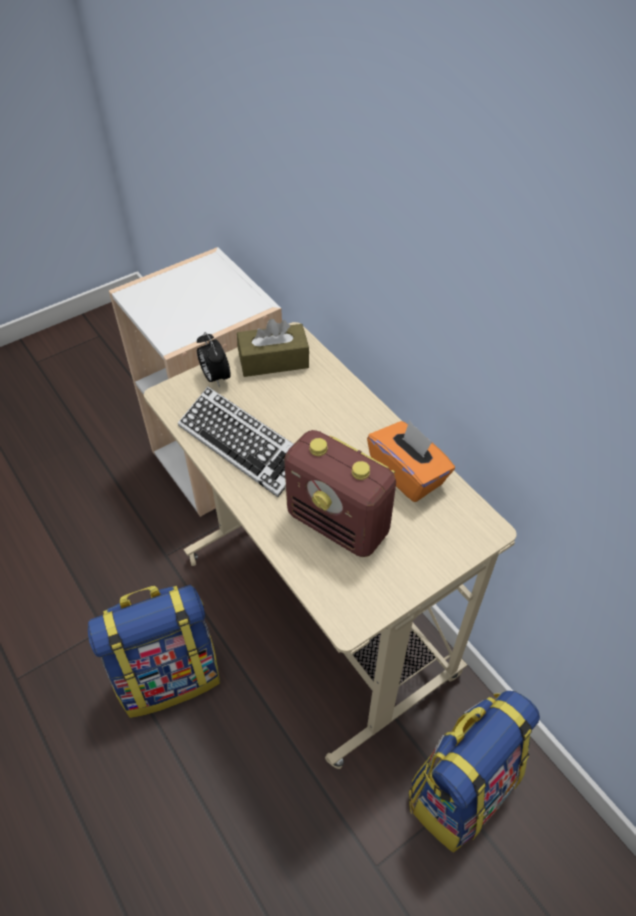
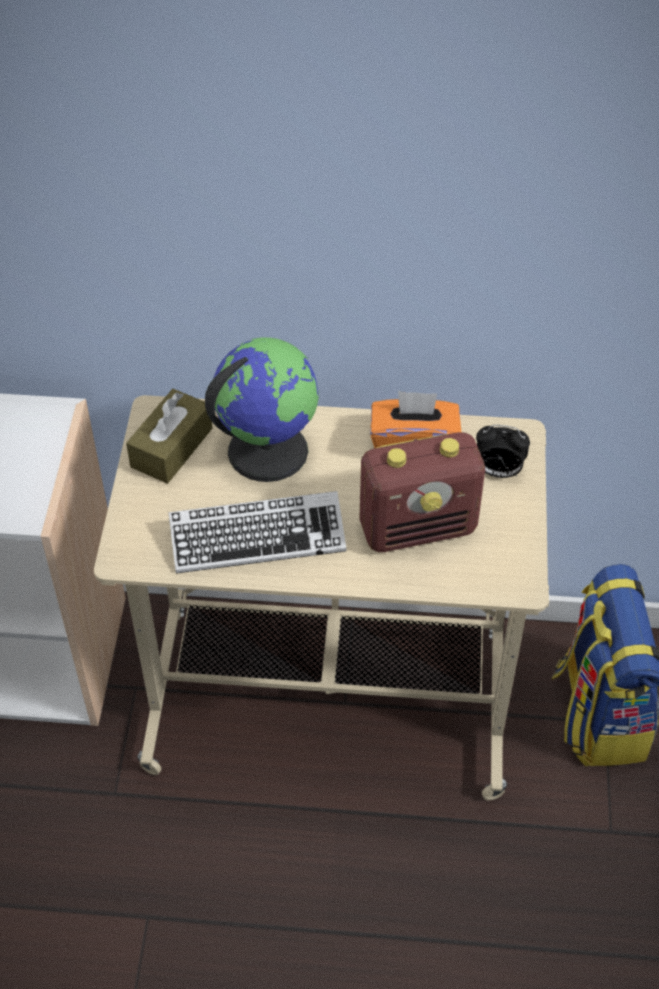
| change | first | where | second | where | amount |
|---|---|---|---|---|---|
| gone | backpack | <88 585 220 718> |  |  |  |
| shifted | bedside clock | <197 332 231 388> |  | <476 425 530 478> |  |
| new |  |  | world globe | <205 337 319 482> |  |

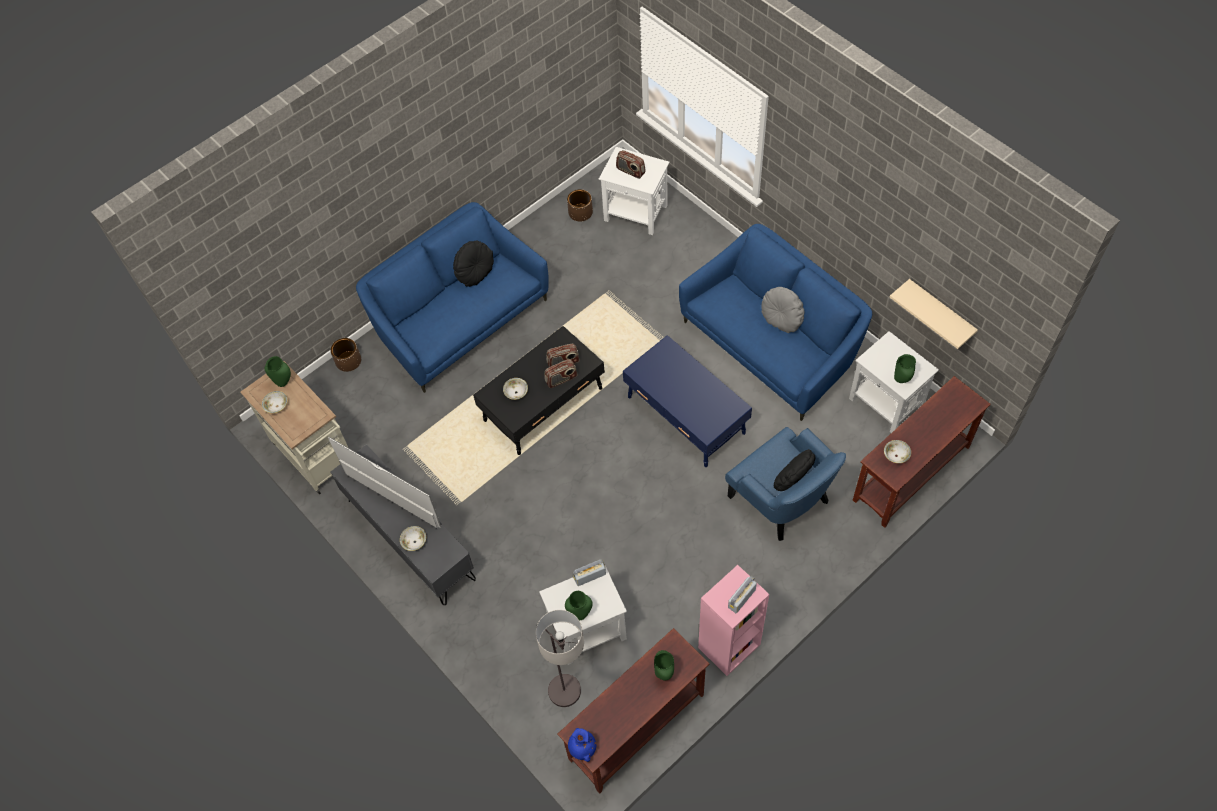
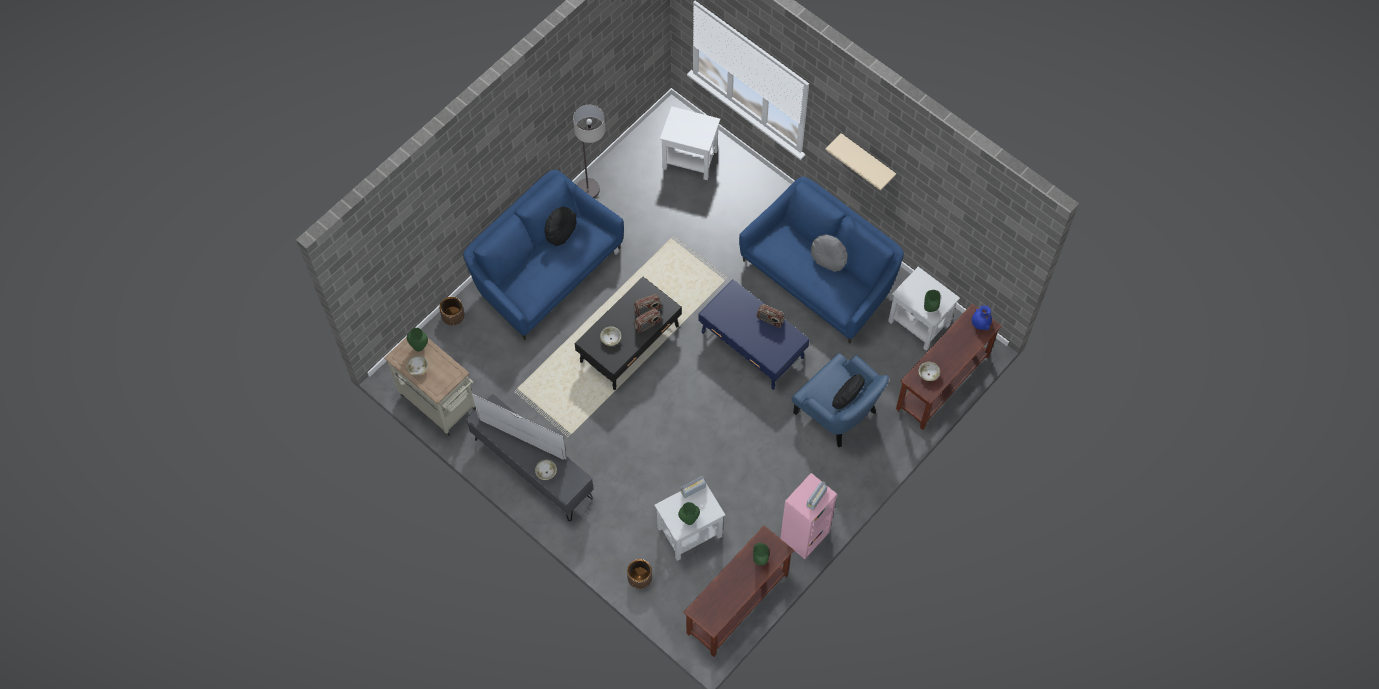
| change | first | where | second | where | amount |
|---|---|---|---|---|---|
| shifted | floor lamp in grey | <536 610 584 707> |  | <573 105 605 198> |  |
| shifted | planter in brownish | <567 189 593 221> |  | <627 559 652 589> |  |
| shifted | vase in bluish | <568 728 596 762> |  | <972 305 992 330> |  |
| shifted | radio set | <616 150 646 179> |  | <757 304 784 328> |  |
| shifted | shelf in beige-coloured | <890 279 978 349> |  | <826 133 896 191> |  |

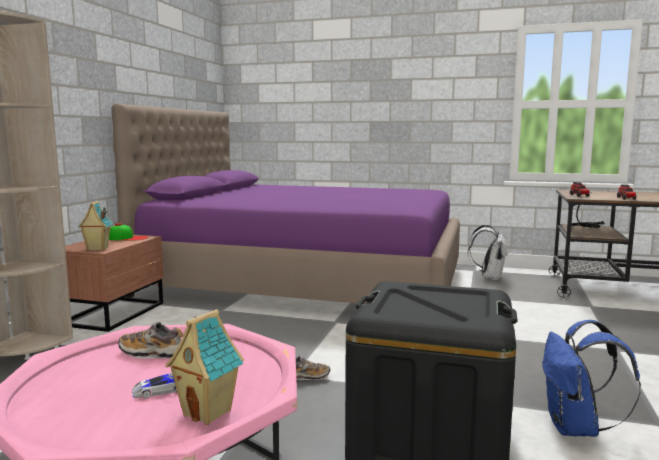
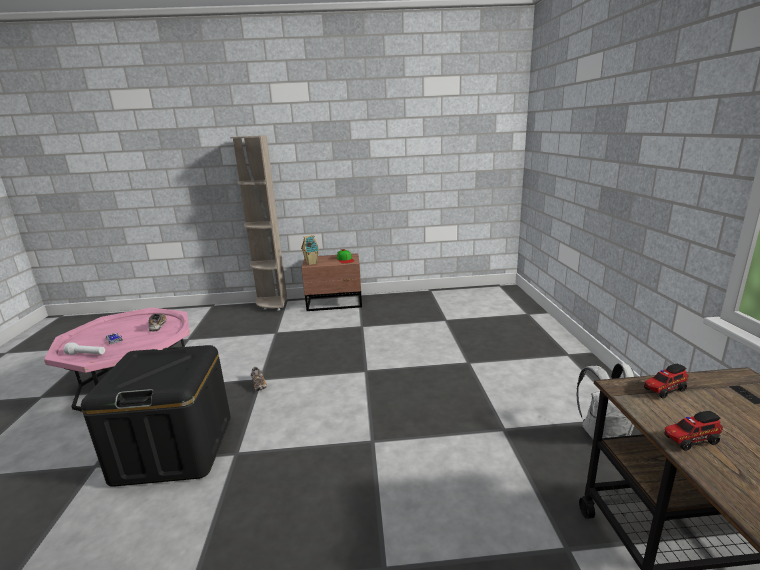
| change | first | where | second | where | amount |
|---|---|---|---|---|---|
| gone | bed in purple | <111 103 460 304> |  |  |  |
| swapped | model house | <166 309 244 425> | torch in white | <64 342 105 355> |  |
| gone | backpack in bluish | <542 320 641 437> |  |  |  |

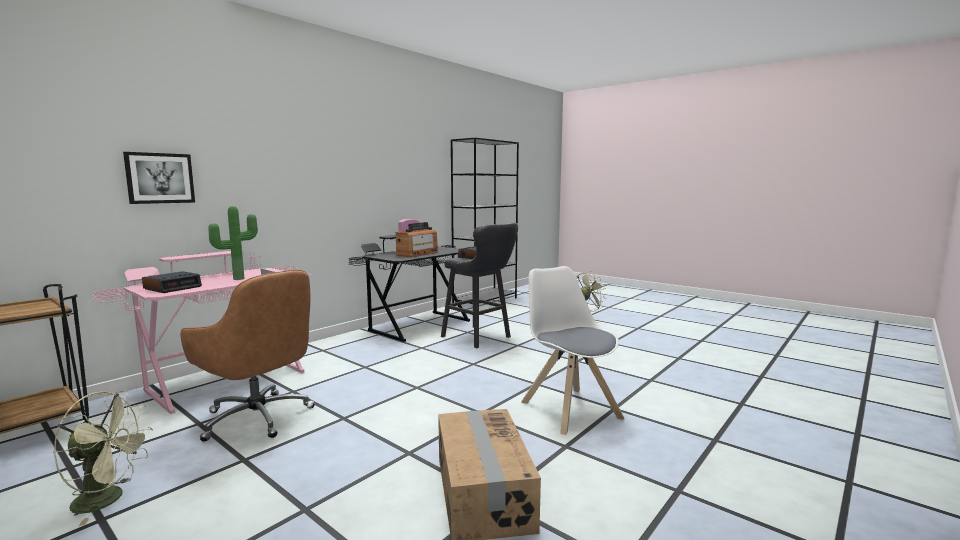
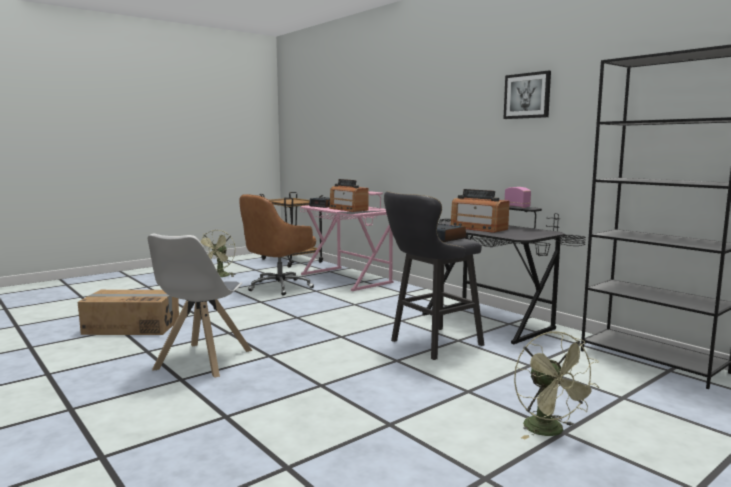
| change | first | where | second | where | amount |
|---|---|---|---|---|---|
| shifted | picture | <123 152 195 204> |  | <503 71 551 119> |  |
| swapped | houseplant | <208 206 258 280> | radio set | <329 179 369 212> |  |
| rotated | plain chair | <521 266 625 435> |  | <148 233 252 378> | 120 degrees clockwise |

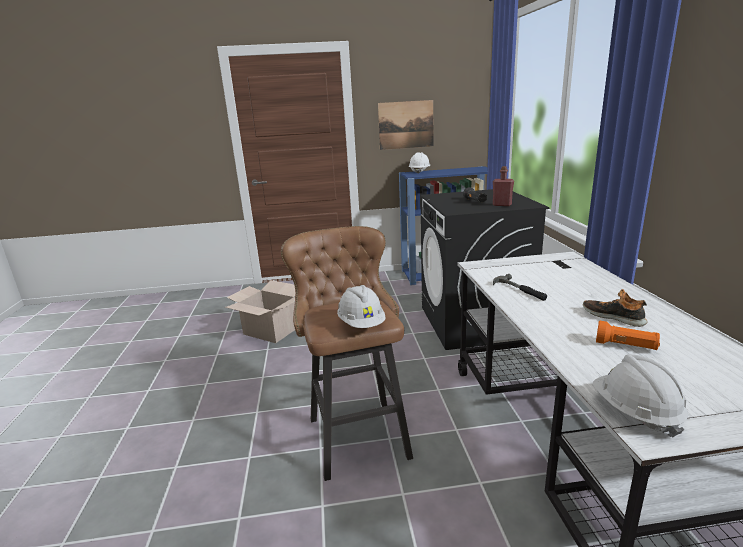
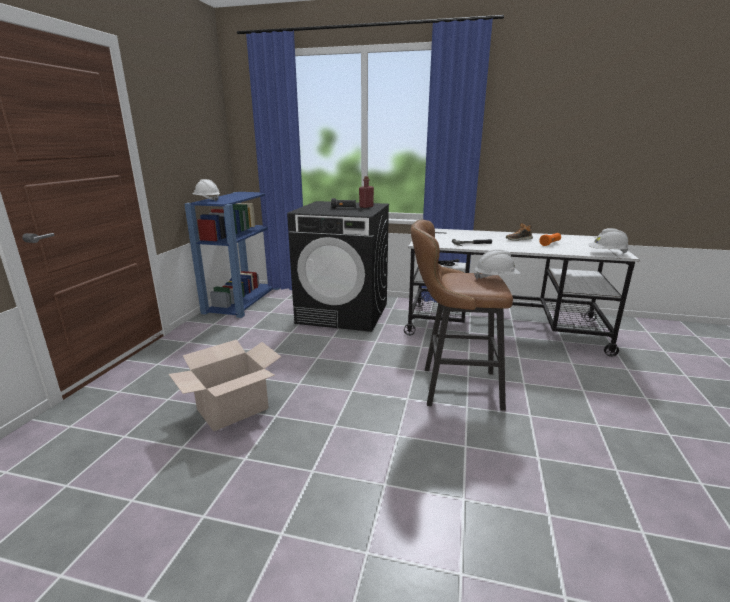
| change | first | where | second | where | amount |
|---|---|---|---|---|---|
| gone | picture | <378 100 433 150> |  |  |  |

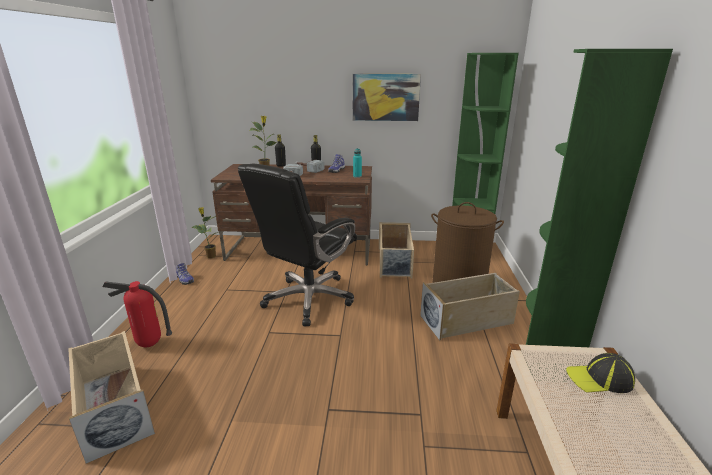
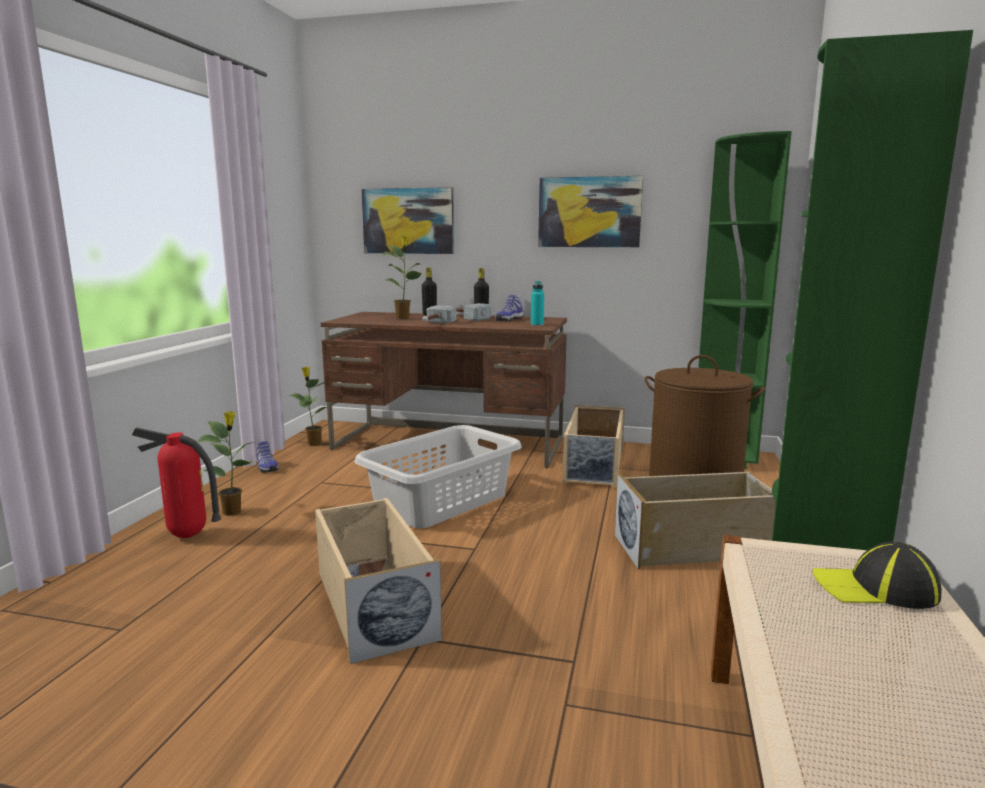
| change | first | where | second | where | amount |
|---|---|---|---|---|---|
| shifted | storage bin in beige-coloured | <68 331 155 464> |  | <315 498 442 664> |  |
| swapped | computer chair in black | <238 164 357 326> | washing basket in grey | <355 425 522 528> |  |
| new |  |  | houseplant | <197 411 254 516> |  |
| new |  |  | picture | <361 187 454 254> |  |

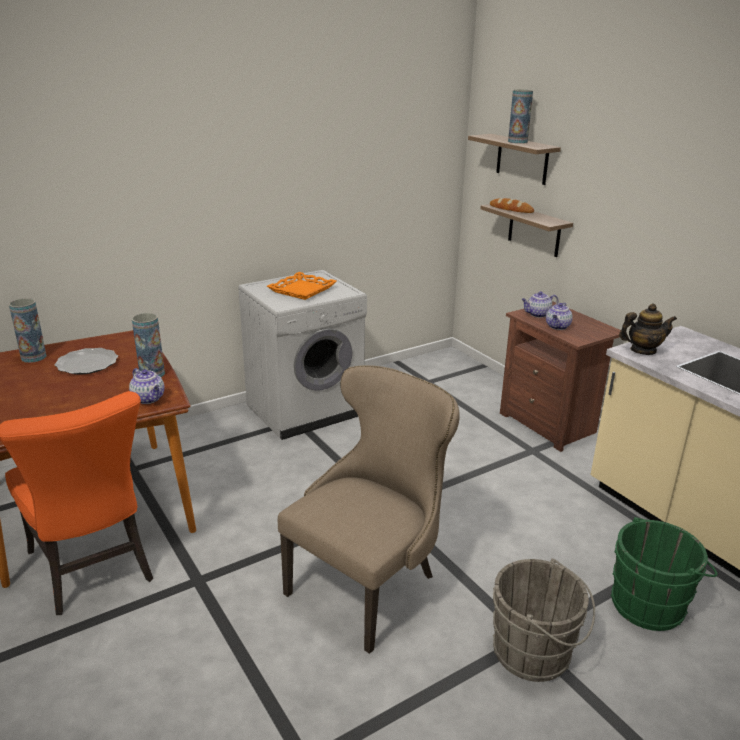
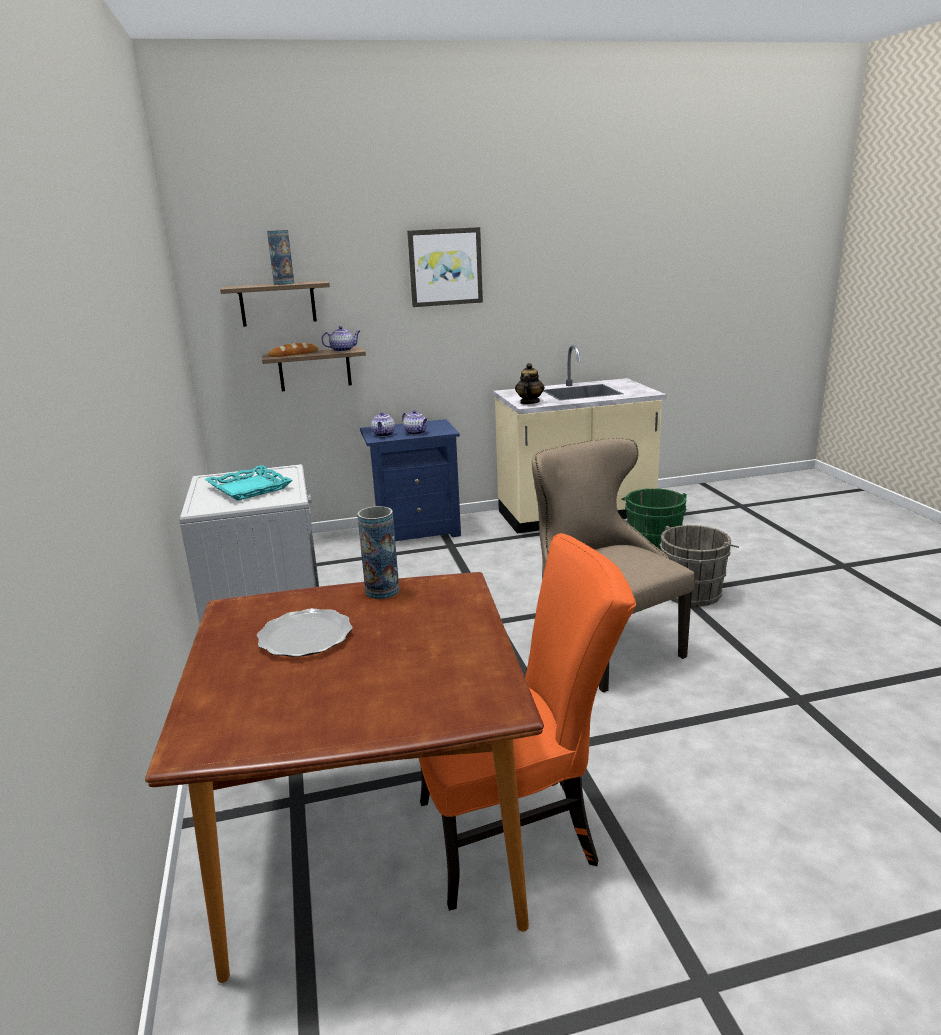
| change | first | where | second | where | amount |
|---|---|---|---|---|---|
| gone | vase | <9 298 46 363> |  |  |  |
| shifted | tea pot | <129 368 164 404> |  | <321 326 360 352> |  |
| repainted | tray in orange-coloured | <267 272 337 300> | tray in turquoise | <205 465 292 501> |  |
| repainted | nightstand in brownish | <500 301 621 452> | nightstand in bluish | <360 419 461 541> |  |
| new |  |  | picture | <407 227 483 307> |  |

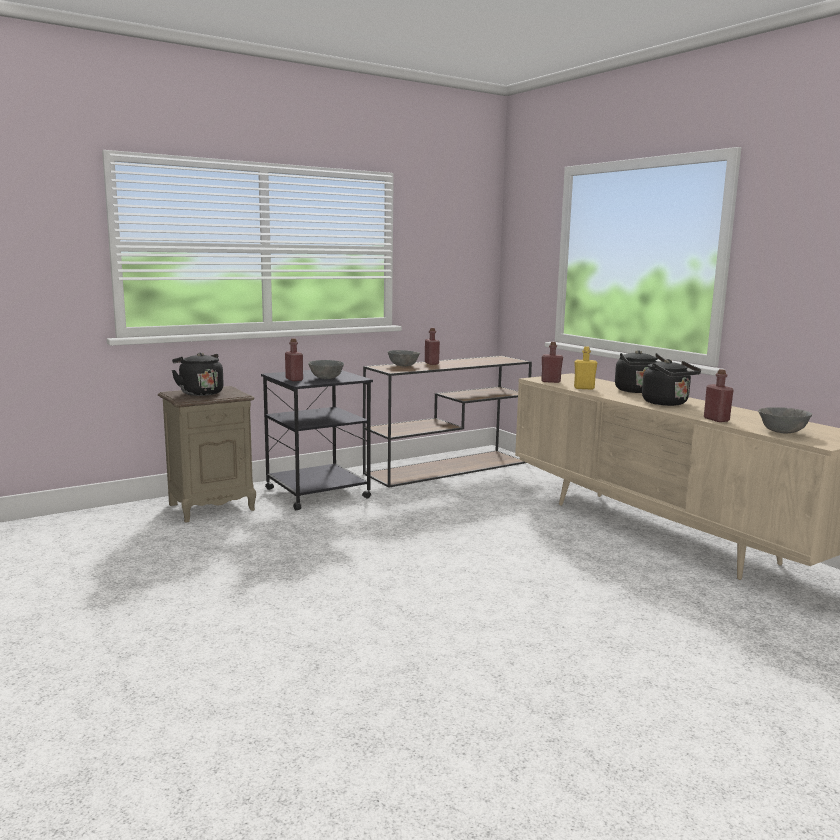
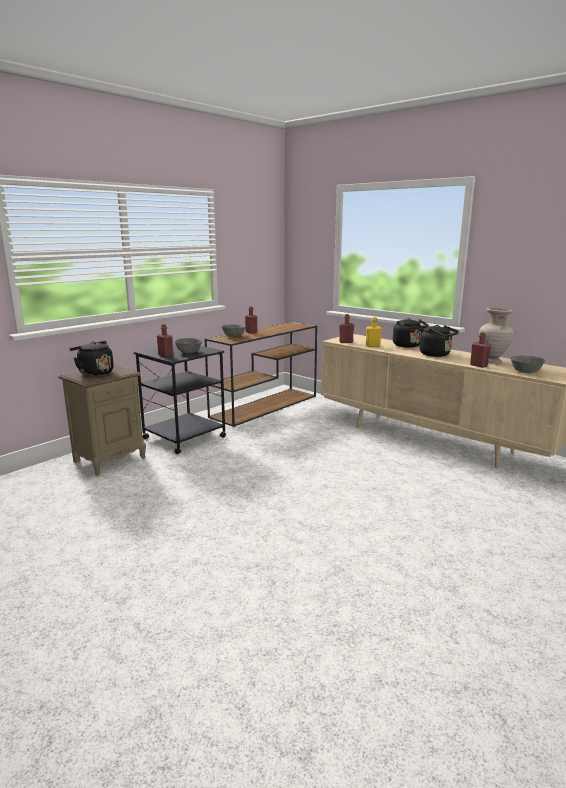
| change | first | where | second | where | amount |
|---|---|---|---|---|---|
| new |  |  | vase in beige-coloured | <479 308 514 363> |  |

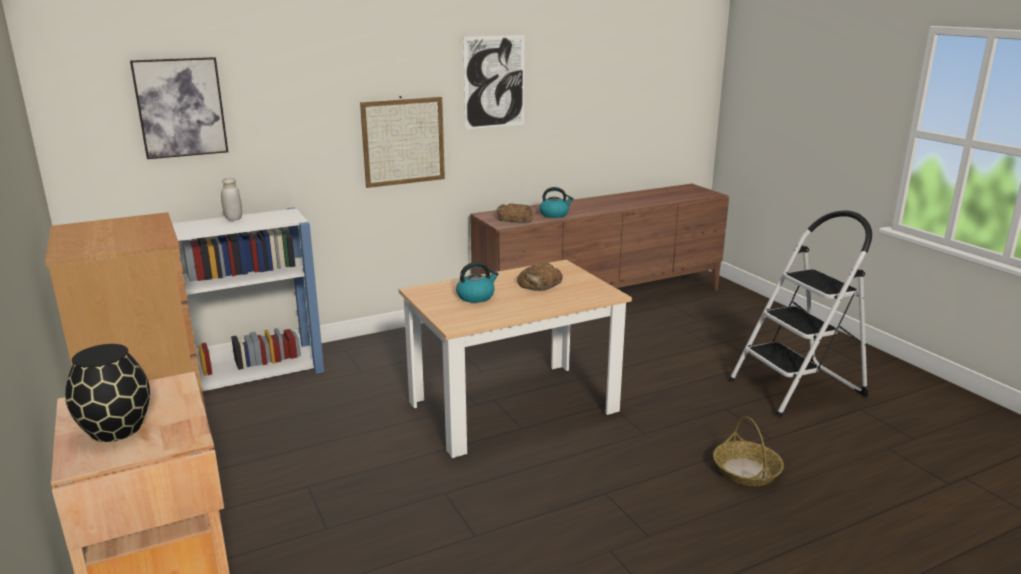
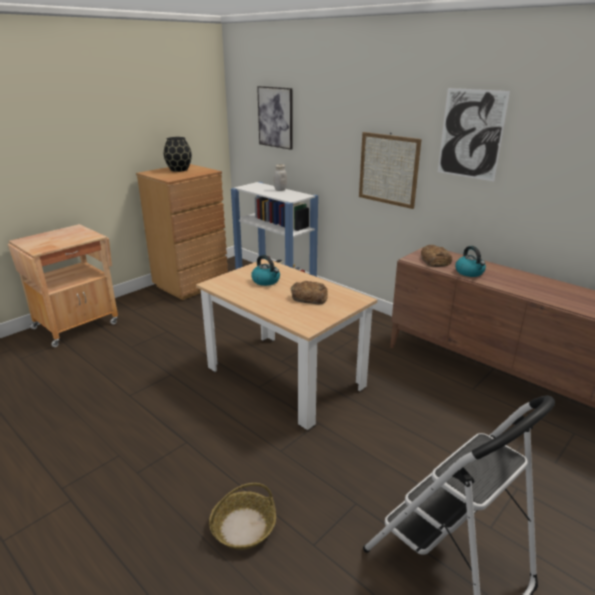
| change | first | where | second | where | amount |
|---|---|---|---|---|---|
| shifted | vase in black | <65 344 150 442> |  | <164 137 192 172> |  |

